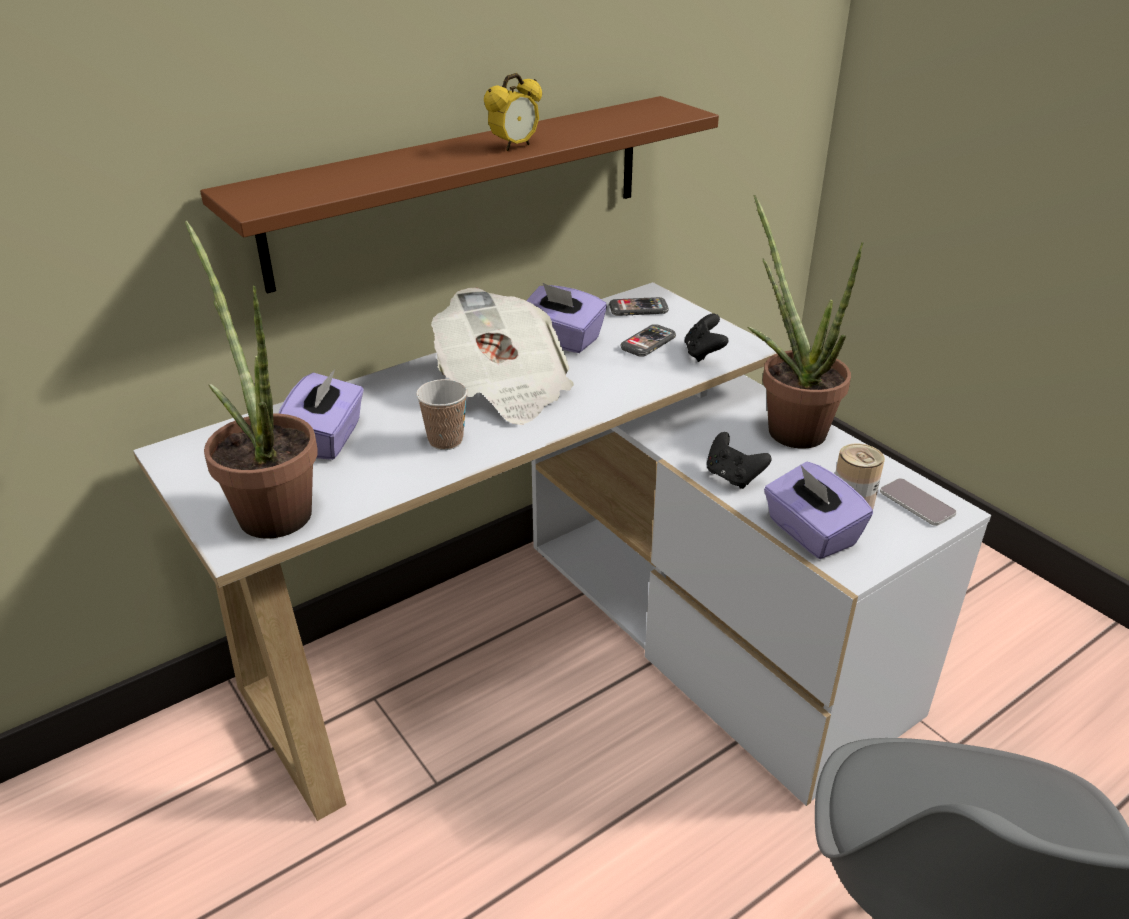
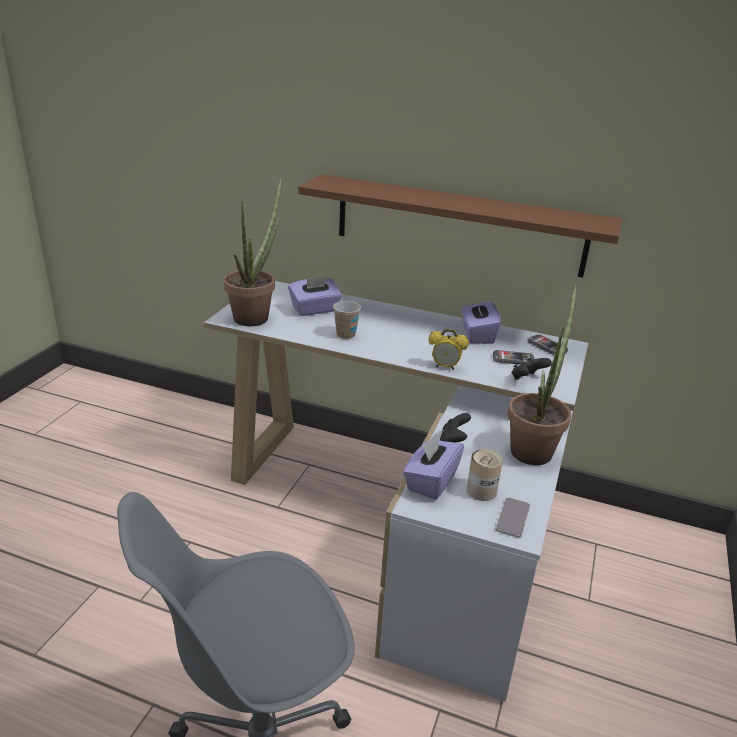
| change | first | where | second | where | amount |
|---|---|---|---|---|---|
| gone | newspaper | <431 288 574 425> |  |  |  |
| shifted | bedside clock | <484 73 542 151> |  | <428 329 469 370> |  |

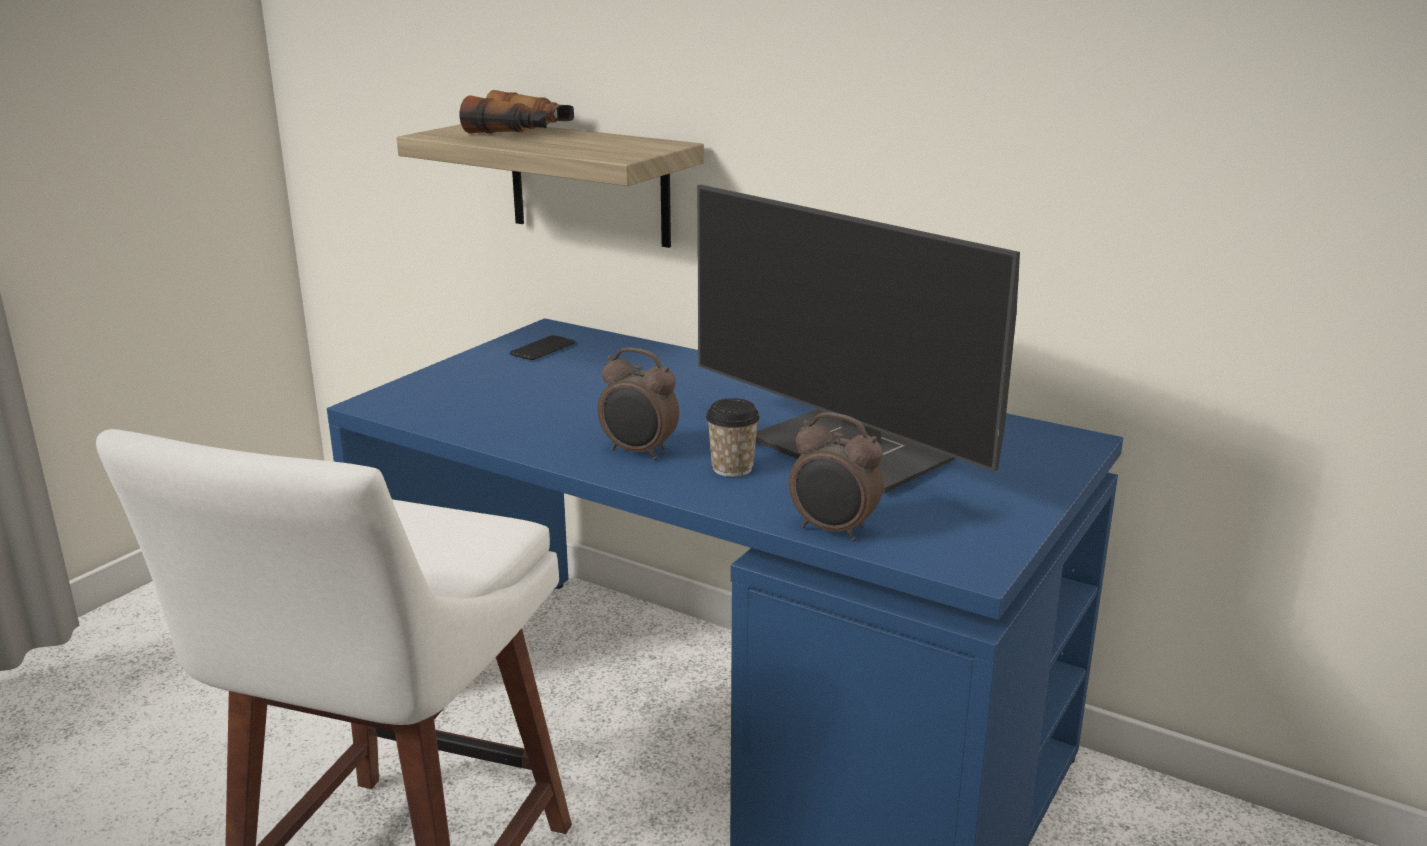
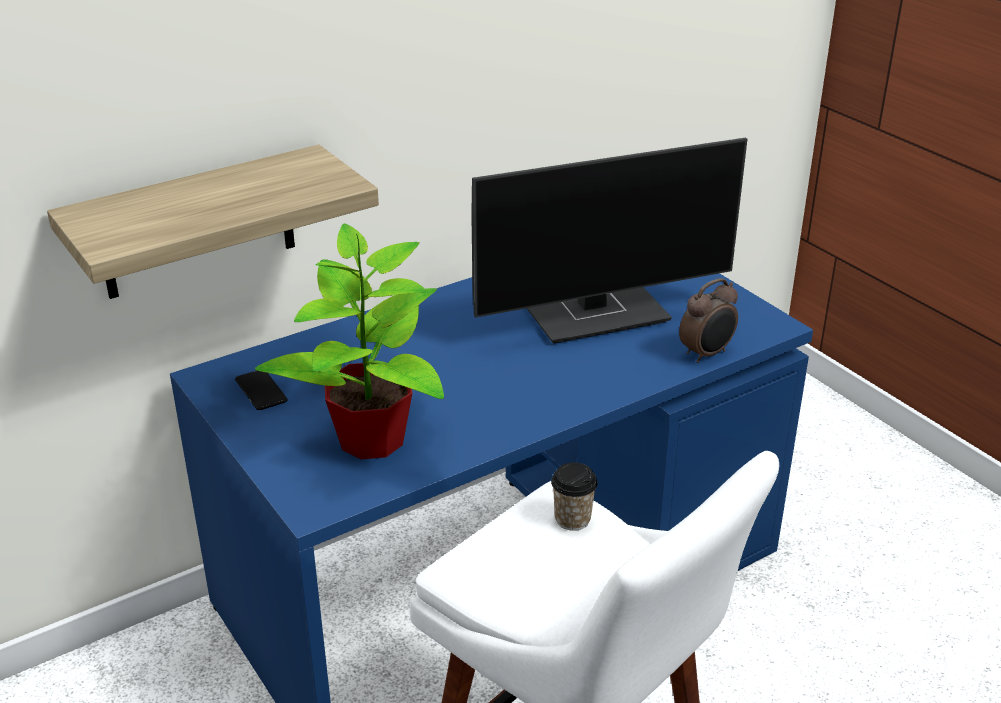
| change | first | where | second | where | amount |
|---|---|---|---|---|---|
| gone | pair of binoculars | <460 90 574 133> |  |  |  |
| gone | bedside clock | <597 348 679 460> |  |  |  |
| shifted | cup | <706 398 760 477> |  | <551 462 598 531> |  |
| new |  |  | houseplant | <255 224 444 459> |  |

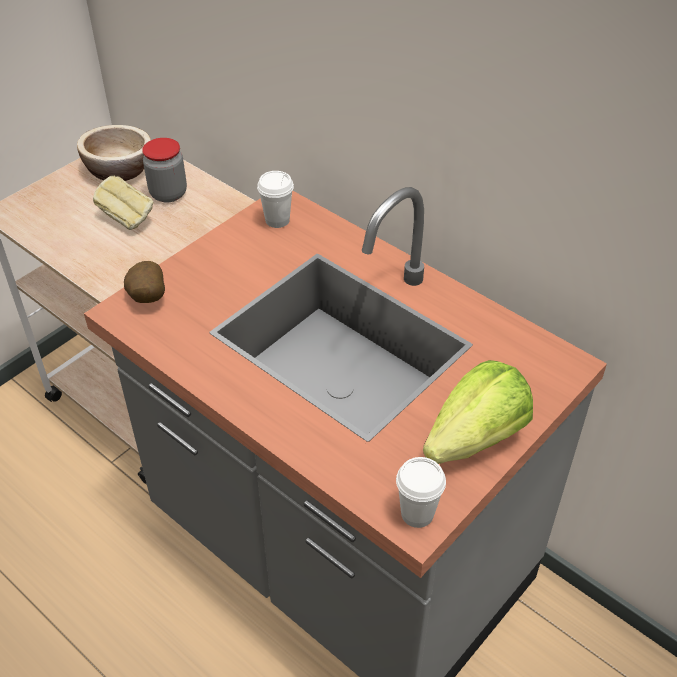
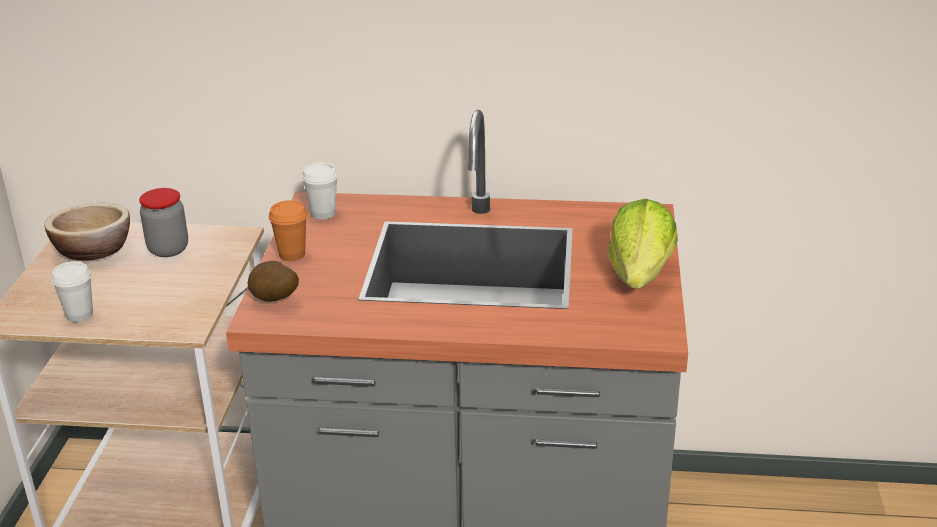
| change | first | where | second | where | amount |
|---|---|---|---|---|---|
| gone | bread | <93 175 153 230> |  |  |  |
| shifted | cup in white | <396 457 446 528> |  | <51 261 93 322> |  |
| new |  |  | cup in orange-coloured | <269 200 307 261> |  |

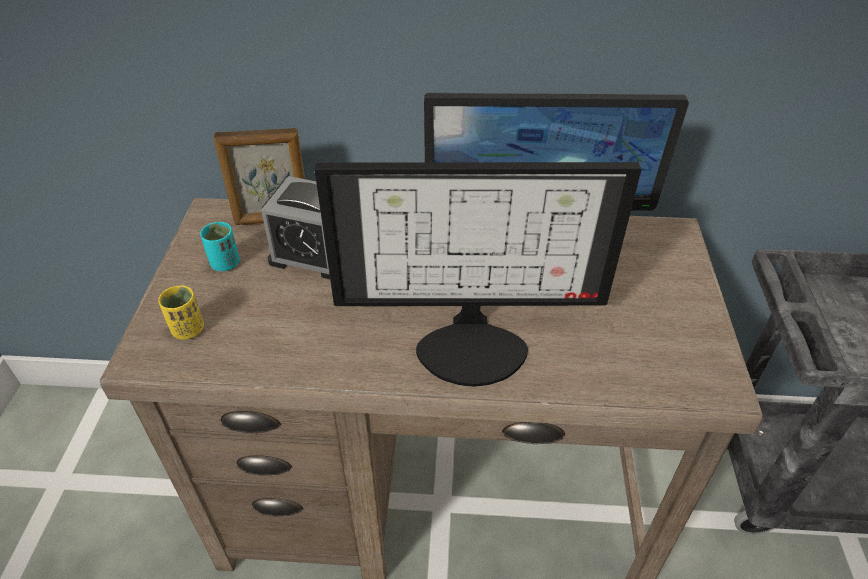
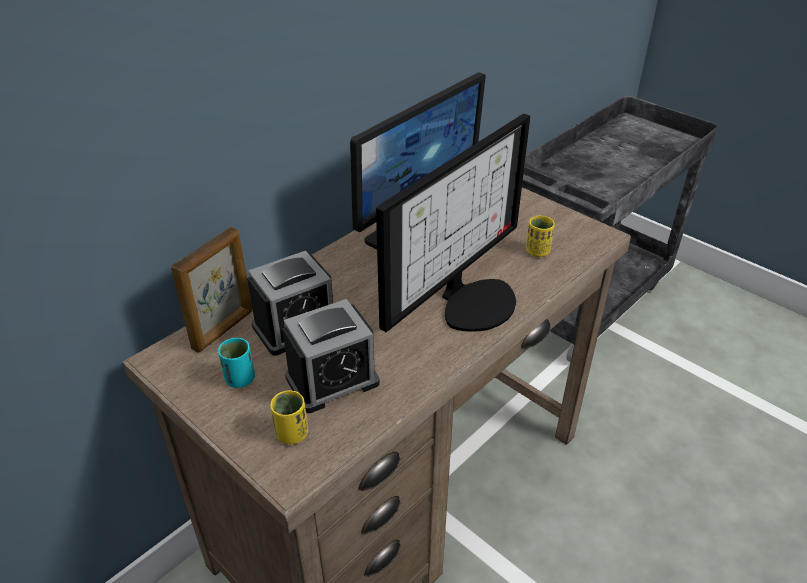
| change | first | where | second | where | amount |
|---|---|---|---|---|---|
| new |  |  | bedside clock | <282 299 380 413> |  |
| new |  |  | cup in yellow-coloured | <526 216 555 257> |  |

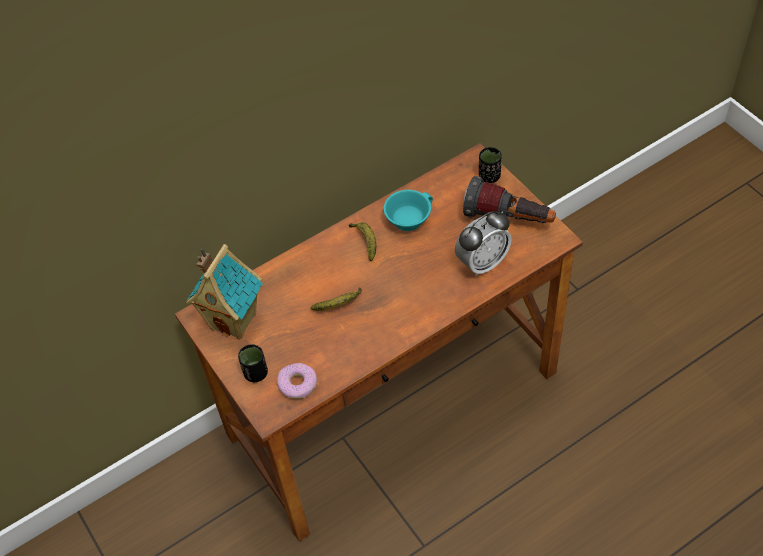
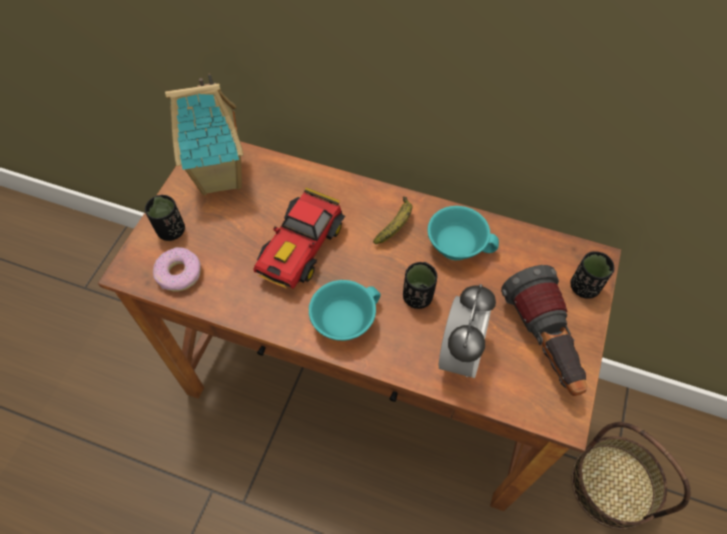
| change | first | where | second | where | amount |
|---|---|---|---|---|---|
| swapped | whole banana | <311 287 362 311> | miniature car | <253 187 346 289> |  |
| rotated | bedside clock | <455 211 512 277> |  | <439 284 496 378> | 90 degrees counterclockwise |
| new |  |  | cup in turquoise | <309 280 381 341> |  |
| new |  |  | cup in black | <403 262 437 309> |  |
| new |  |  | household basket | <571 422 691 530> |  |

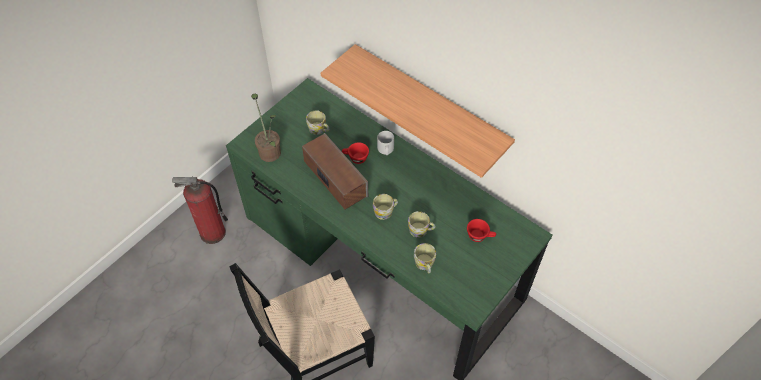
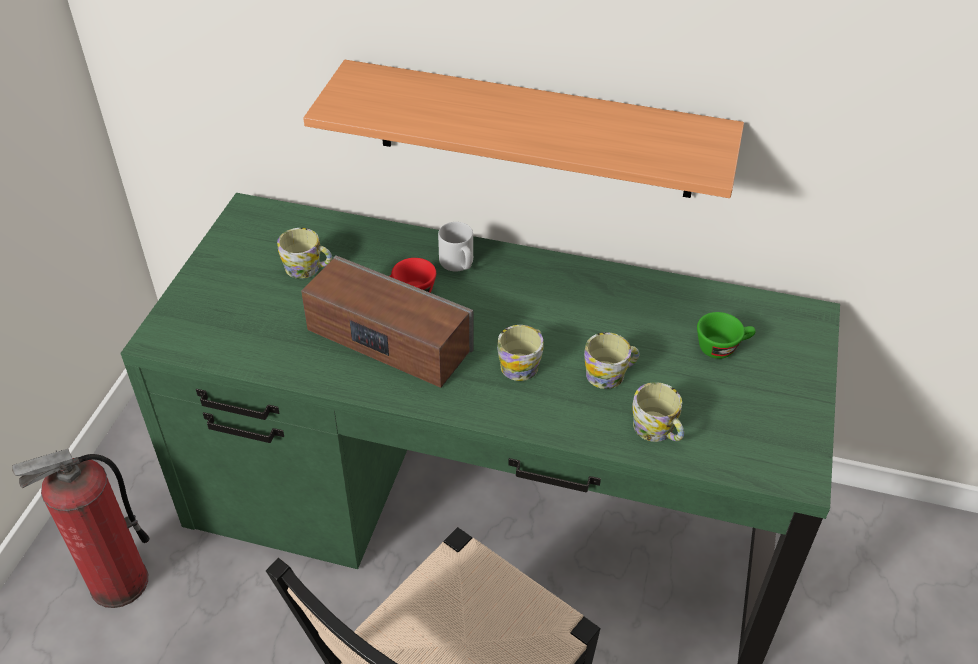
| change | first | where | second | where | amount |
|---|---|---|---|---|---|
| gone | houseplant | <251 94 281 162> |  |  |  |
| repainted | cup in red-coloured | <467 219 496 242> | cup in greenish | <697 312 756 359> |  |

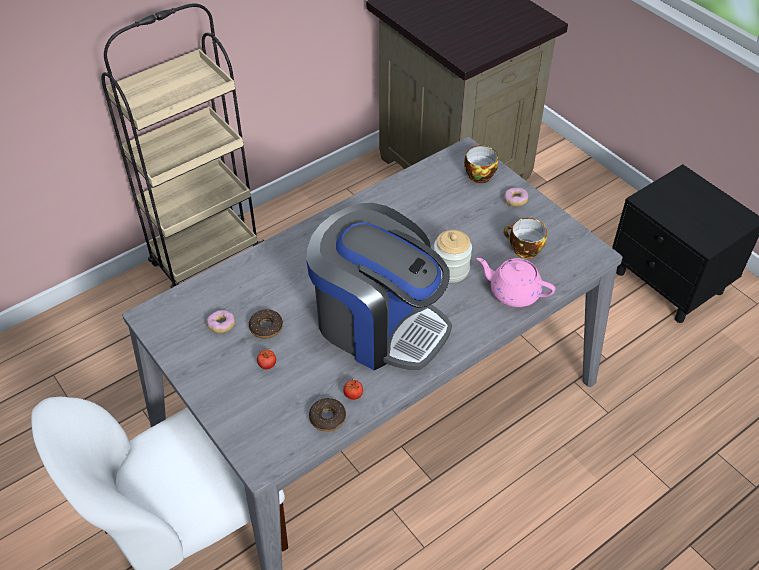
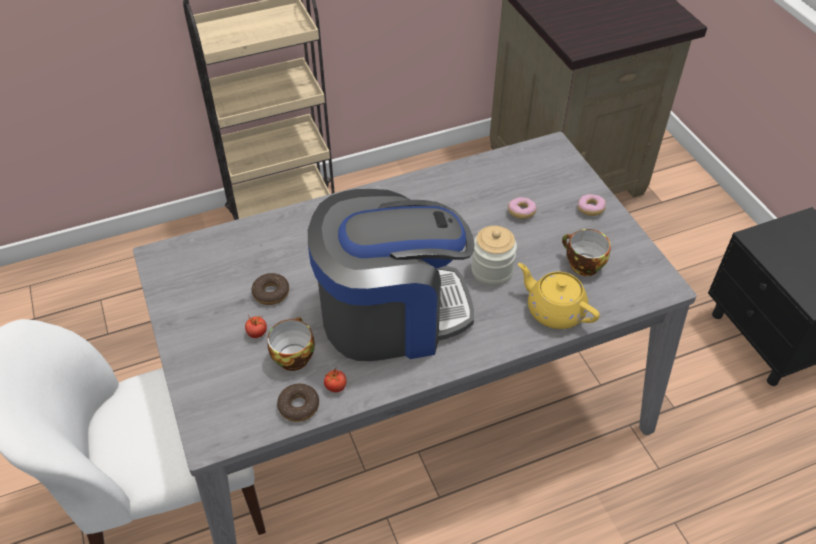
| change | first | where | second | where | amount |
|---|---|---|---|---|---|
| shifted | doughnut | <207 310 235 333> |  | <508 197 537 219> |  |
| rotated | coffee machine | <306 203 452 371> |  | <308 189 475 361> | 60 degrees counterclockwise |
| shifted | cup | <464 145 498 183> |  | <267 317 315 371> |  |
| repainted | tea pot in pink | <477 258 555 307> | tea pot in yellow-coloured | <518 263 600 329> |  |

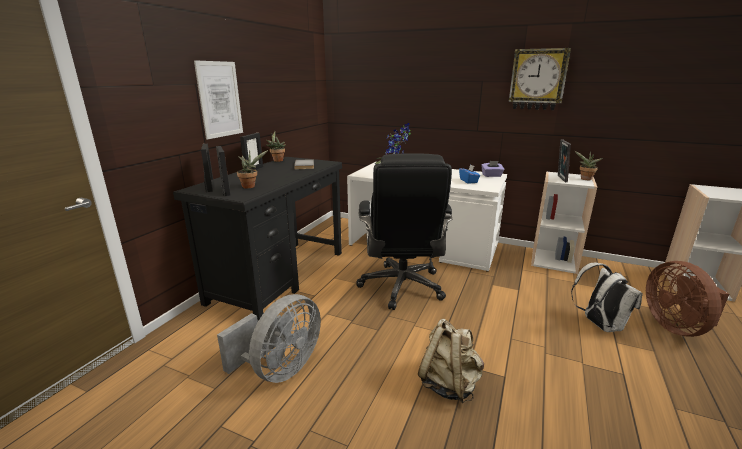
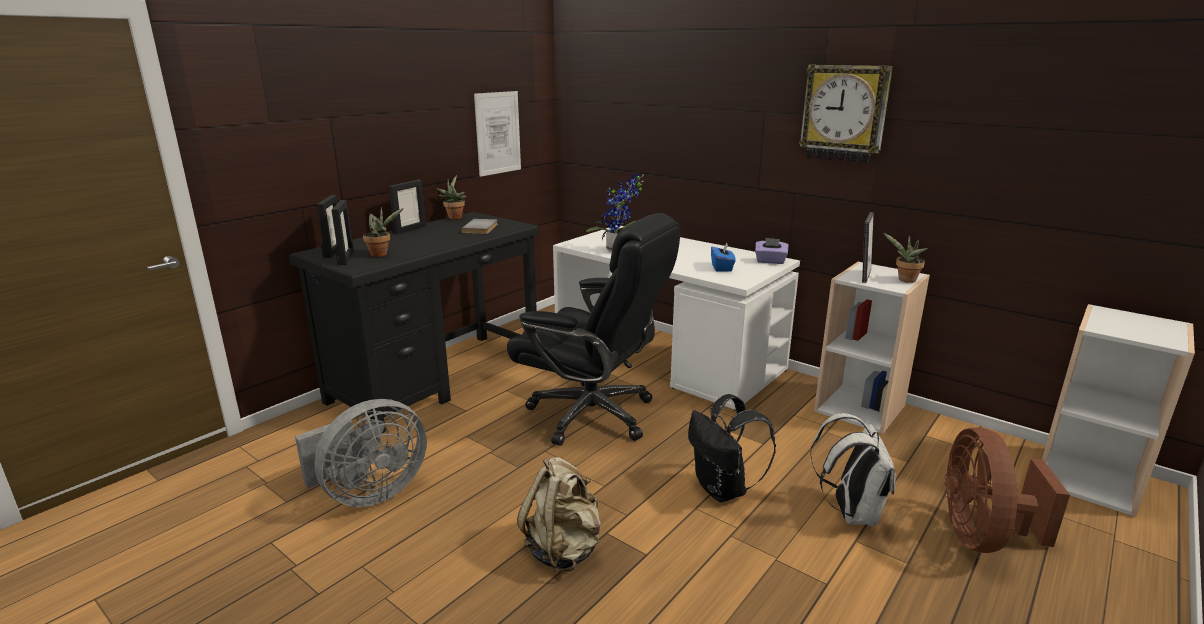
| change | first | where | second | where | amount |
|---|---|---|---|---|---|
| shifted | picture | <194 60 243 139> |  | <474 91 521 177> |  |
| rotated | computer chair in black | <356 153 452 310> |  | <507 213 680 446> | 75 degrees counterclockwise |
| new |  |  | backpack in black | <688 394 776 502> |  |

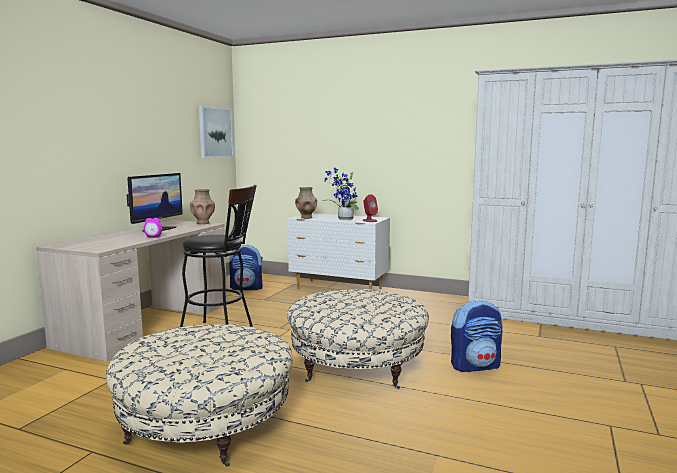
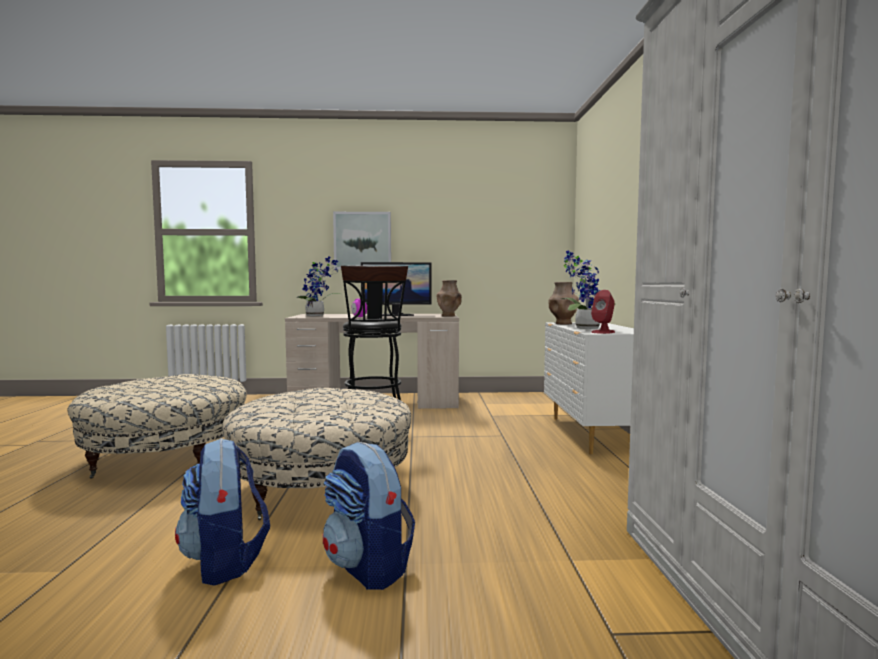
| change | first | where | second | where | amount |
|---|---|---|---|---|---|
| shifted | picture | <199 106 234 158> |  | <333 212 391 269> |  |
| shifted | backpack | <229 245 263 290> |  | <175 438 270 586> |  |
| new |  |  | houseplant | <296 257 341 316> |  |

